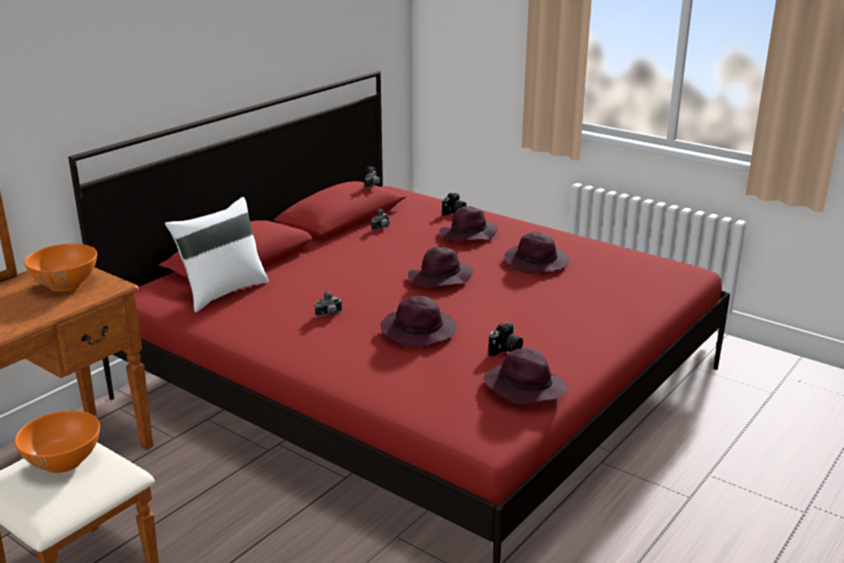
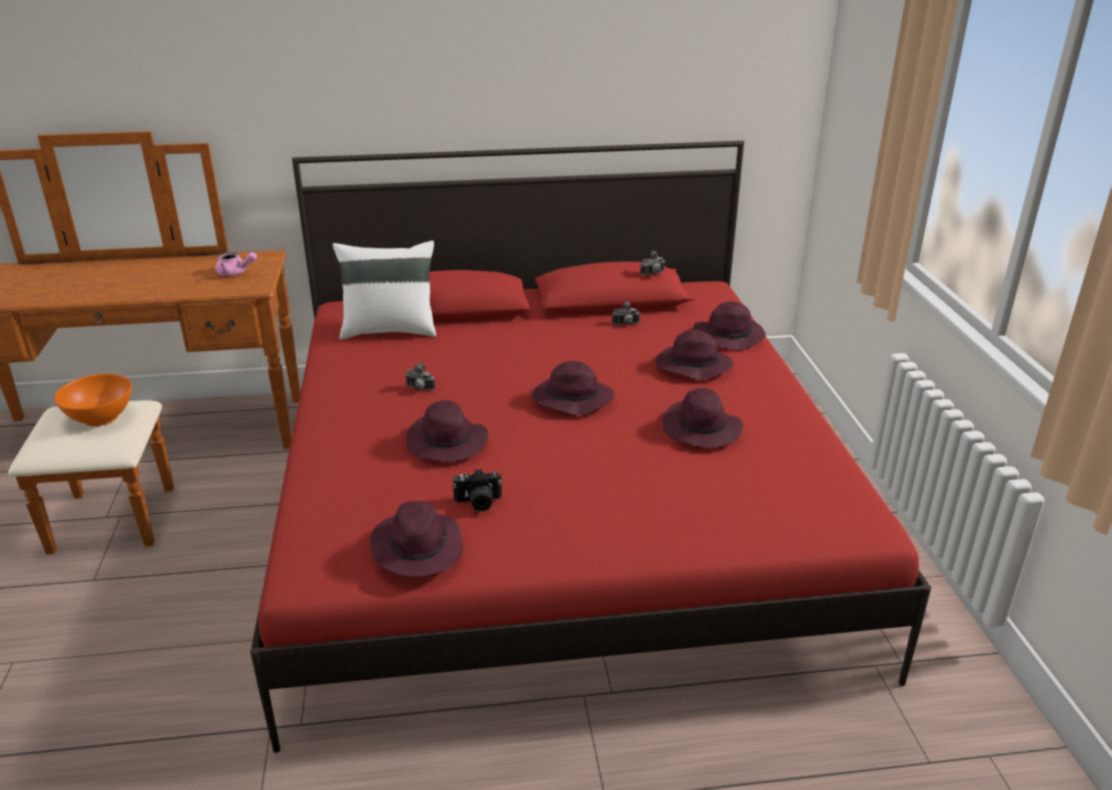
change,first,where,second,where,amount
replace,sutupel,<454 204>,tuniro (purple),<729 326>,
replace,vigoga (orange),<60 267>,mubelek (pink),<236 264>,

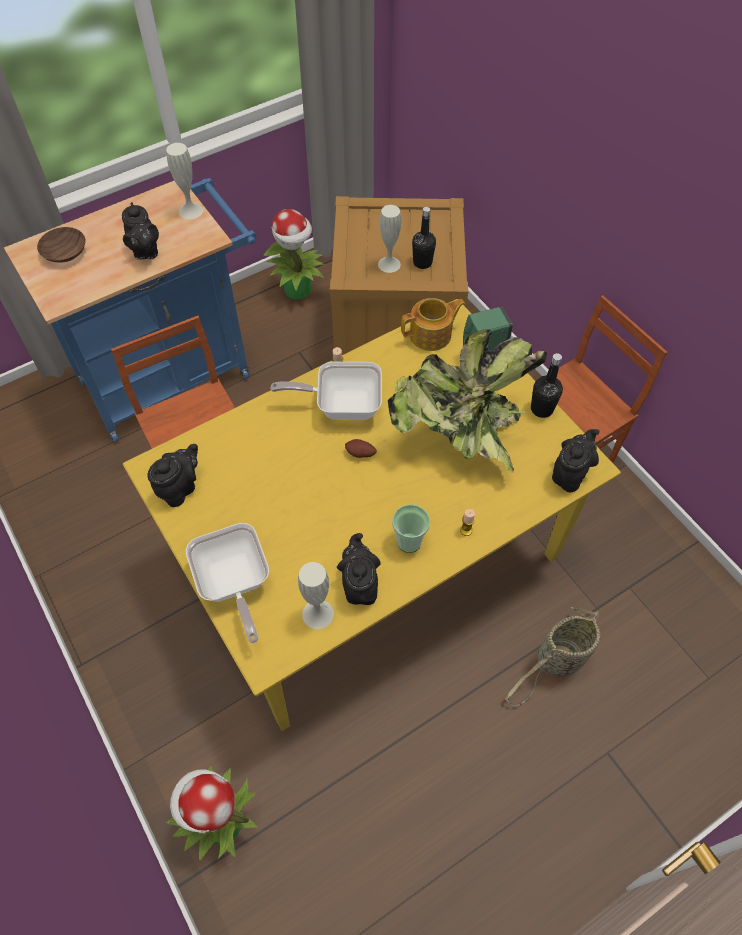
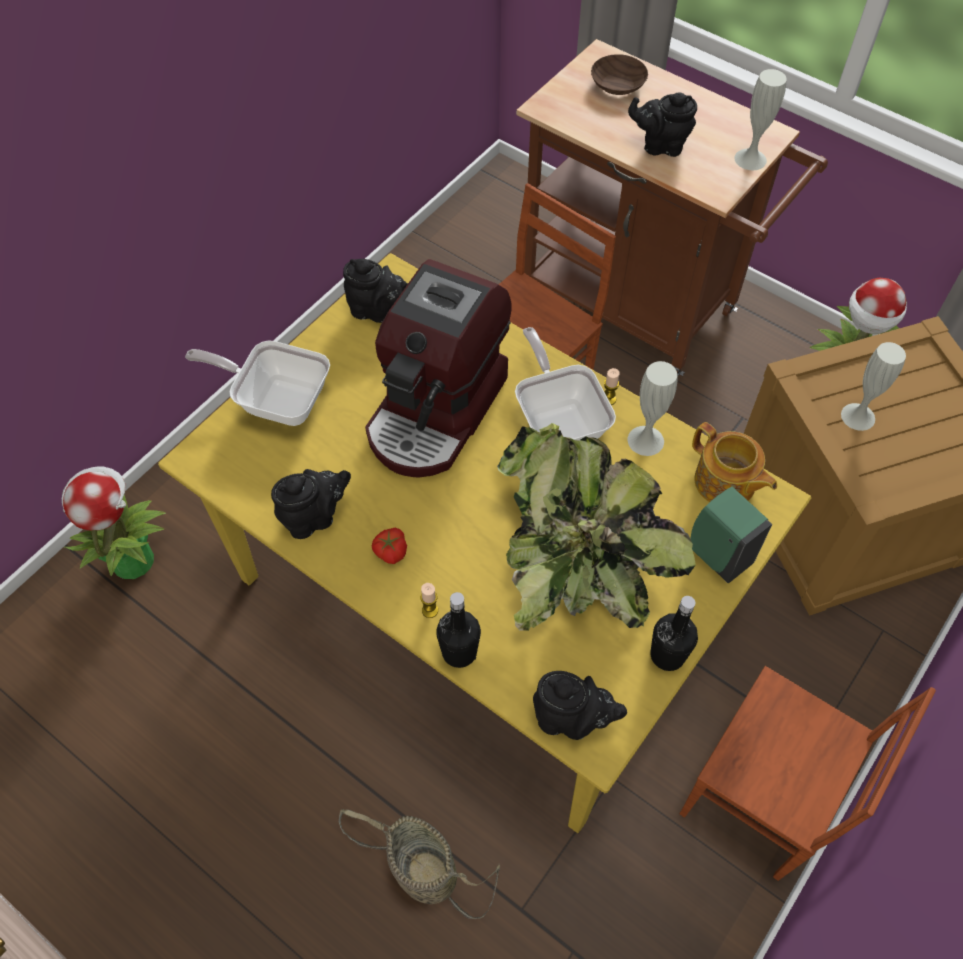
change,first,where,second,where,amount
recolor,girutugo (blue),<130 310>,girutugo (brown),<672 207>,
rotate,mubelek (black),<140 231>,,<662 124>,45 degrees clockwise
move,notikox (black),<424 238>,,<458 630>,
delete,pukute,<361 448>,,,
replace,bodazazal,<411 528>,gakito,<389 546>,
rotate,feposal,<227 583>,,<257 383>,60 degrees clockwise
move,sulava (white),<316 595>,,<653 408>,
insert,,,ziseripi,<438 368>,

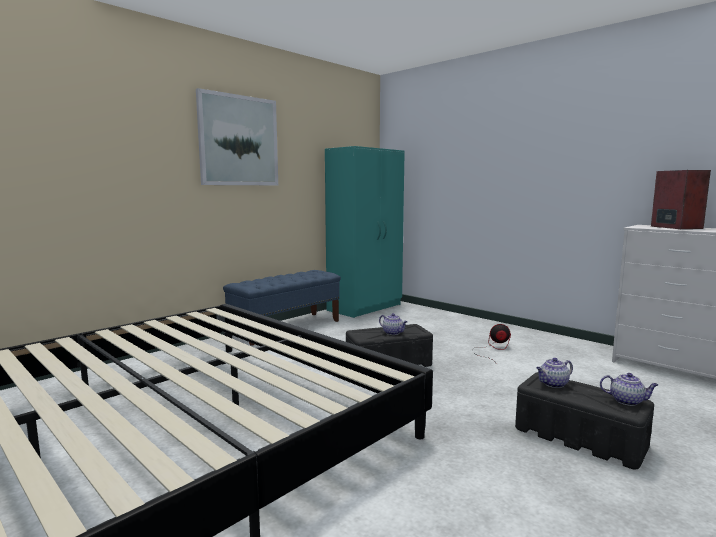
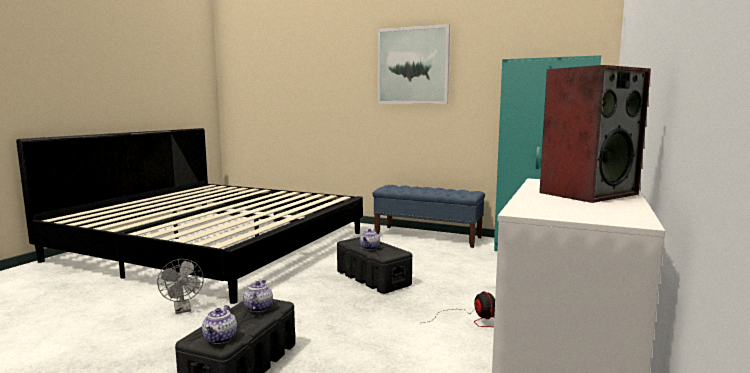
change,first,where,second,where,amount
rotate,mubelek,<554 373>,,<258 296>,45 degrees clockwise
insert,,,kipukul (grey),<180 286>,

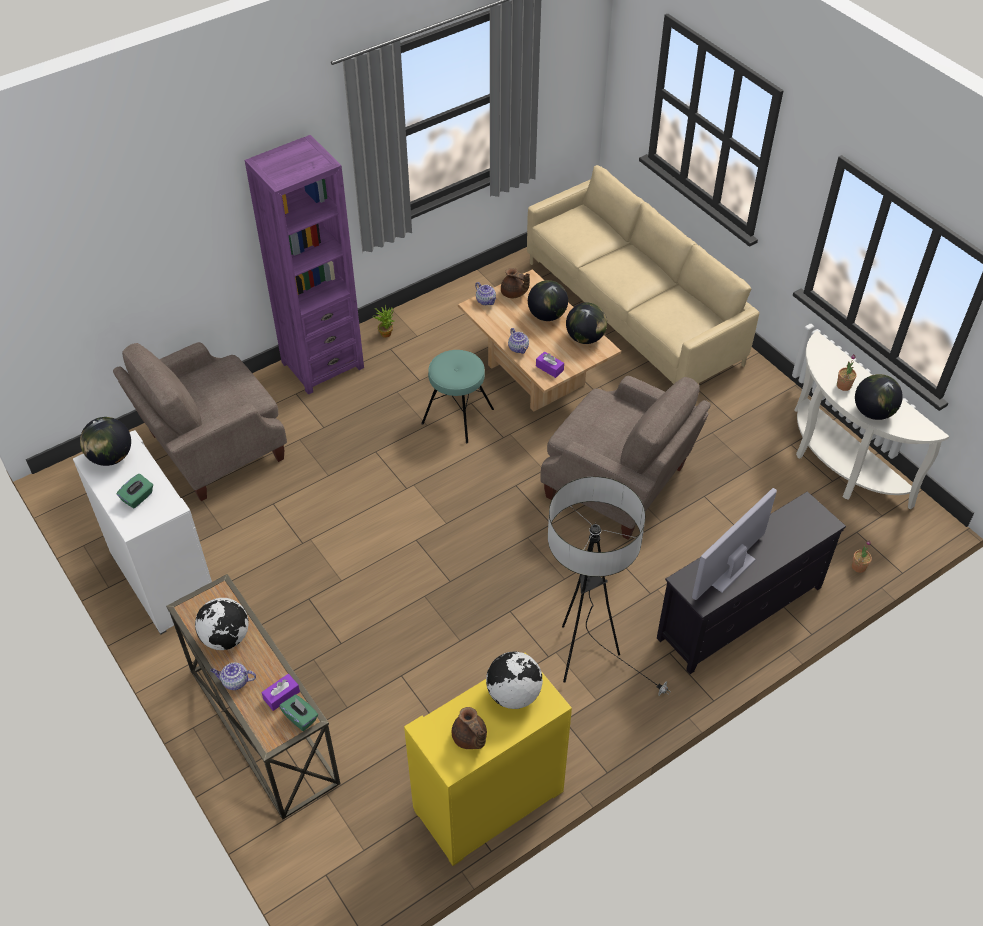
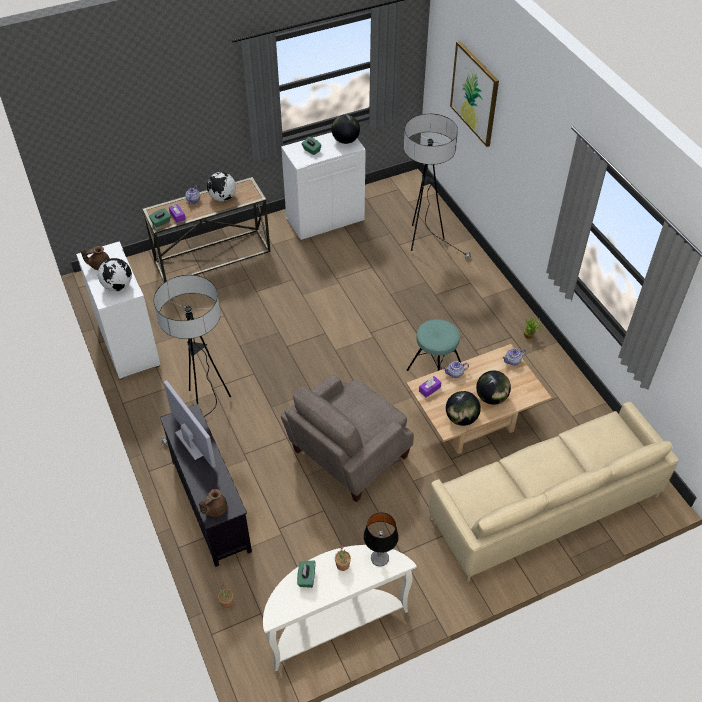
change,first,where,second,where,amount
delete,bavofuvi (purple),<304 265>,,,
move,mubelek (brown),<515 283>,,<213 503>,
replace,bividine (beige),<200 421>,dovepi,<438 187>,
replace,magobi,<879 397>,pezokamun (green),<306 574>,
recolor,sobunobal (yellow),<488 759>,sobunobal (white),<118 311>,
insert,,,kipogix,<474 94>,
insert,,,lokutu,<381 539>,

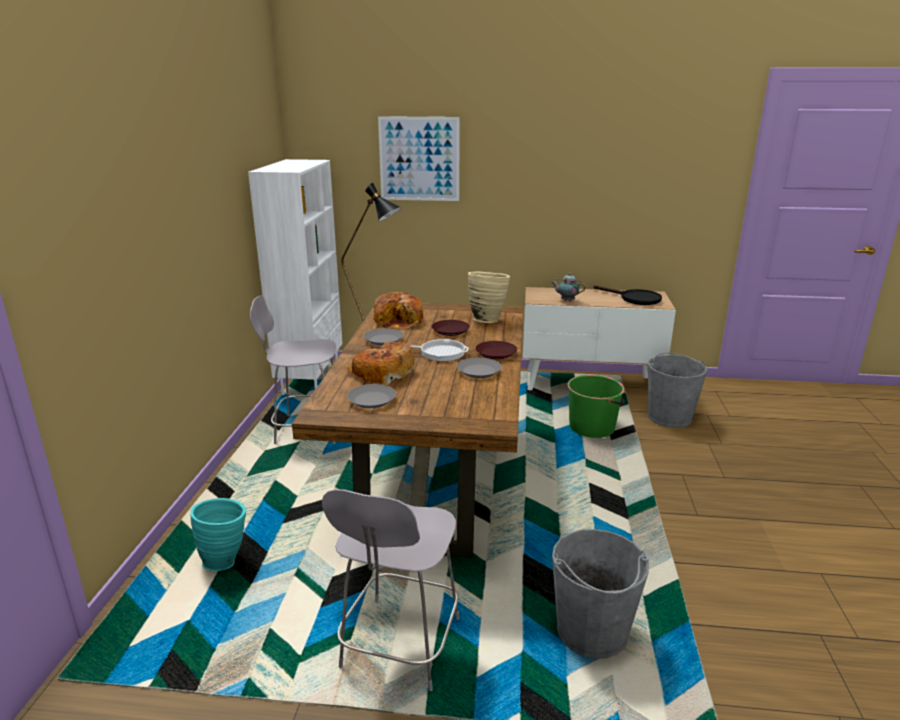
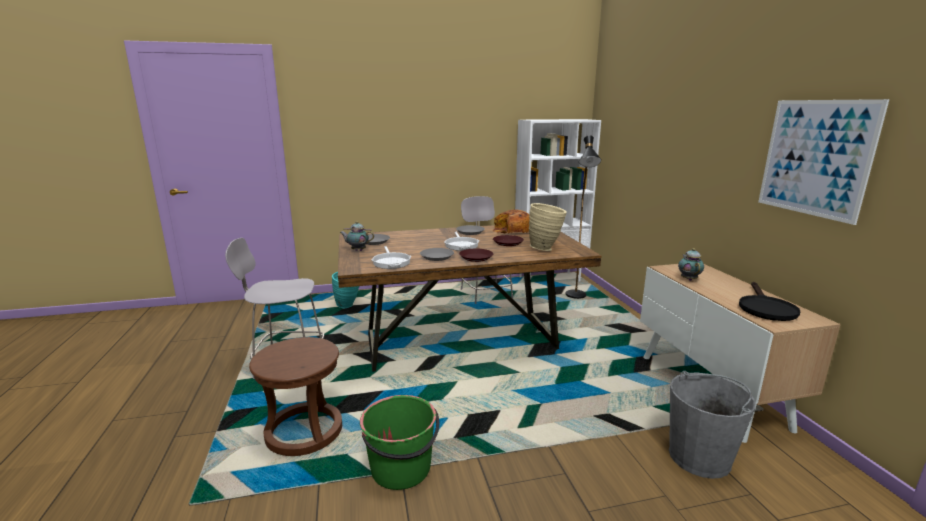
change,first,where,second,where,amount
move,kipogix,<419 158>,,<823 162>,
delete,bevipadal,<380 363>,,,
move,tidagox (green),<596 406>,,<399 442>,
replace,tidagox (grey),<600 594>,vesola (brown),<295 396>,
insert,,,mubelek,<357 236>,
insert,,,feposal,<391 257>,

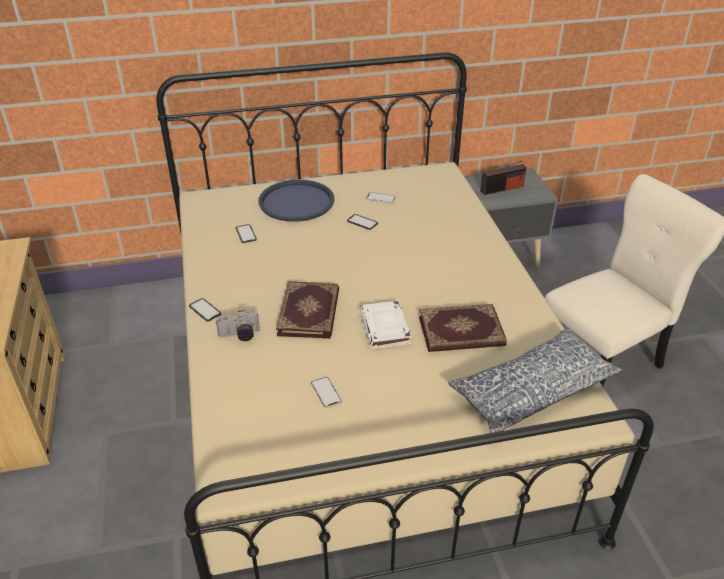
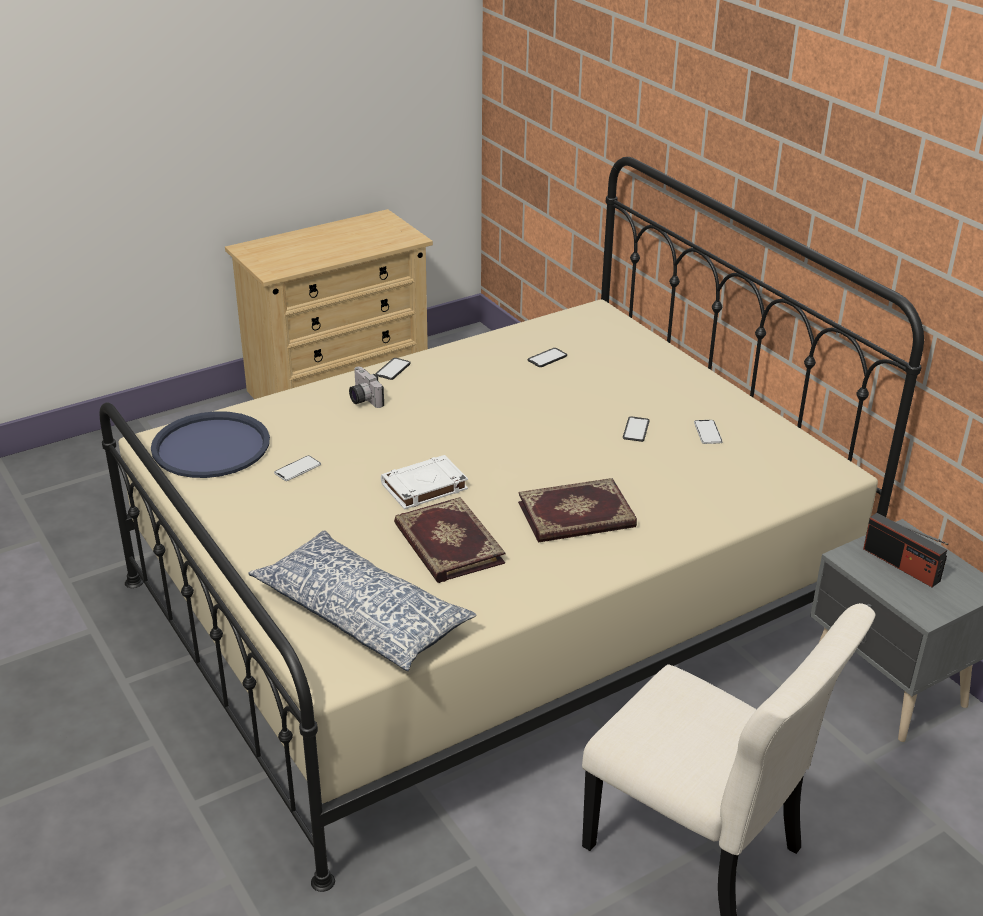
change,first,where,second,where,amount
move,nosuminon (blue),<297 201>,,<210 444>,
move,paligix,<307 310>,,<577 510>,

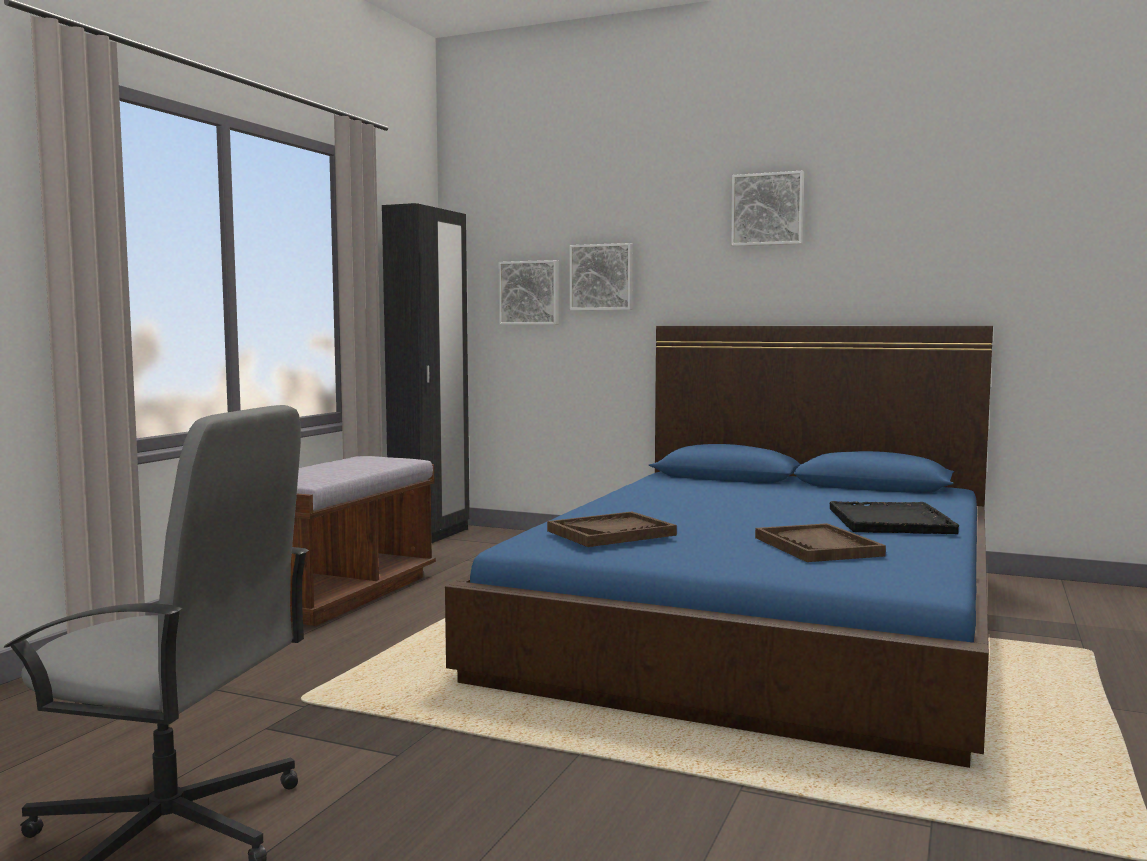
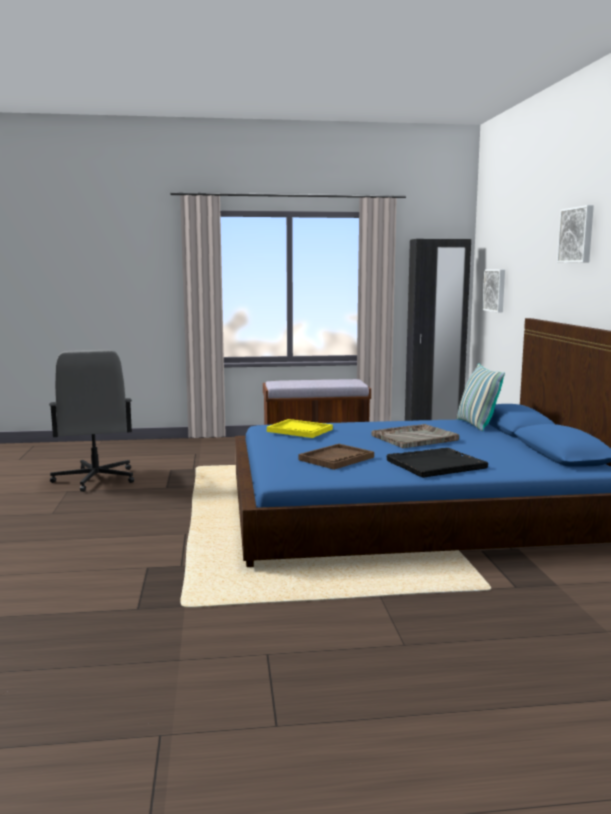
change,first,where,second,where,amount
delete,kipogix,<601 276>,,,
recolor,nosuminon (brown),<612 529>,nosuminon (yellow),<300 428>,
insert,,,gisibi,<481 397>,
insert,,,nosuminon (grey),<415 436>,

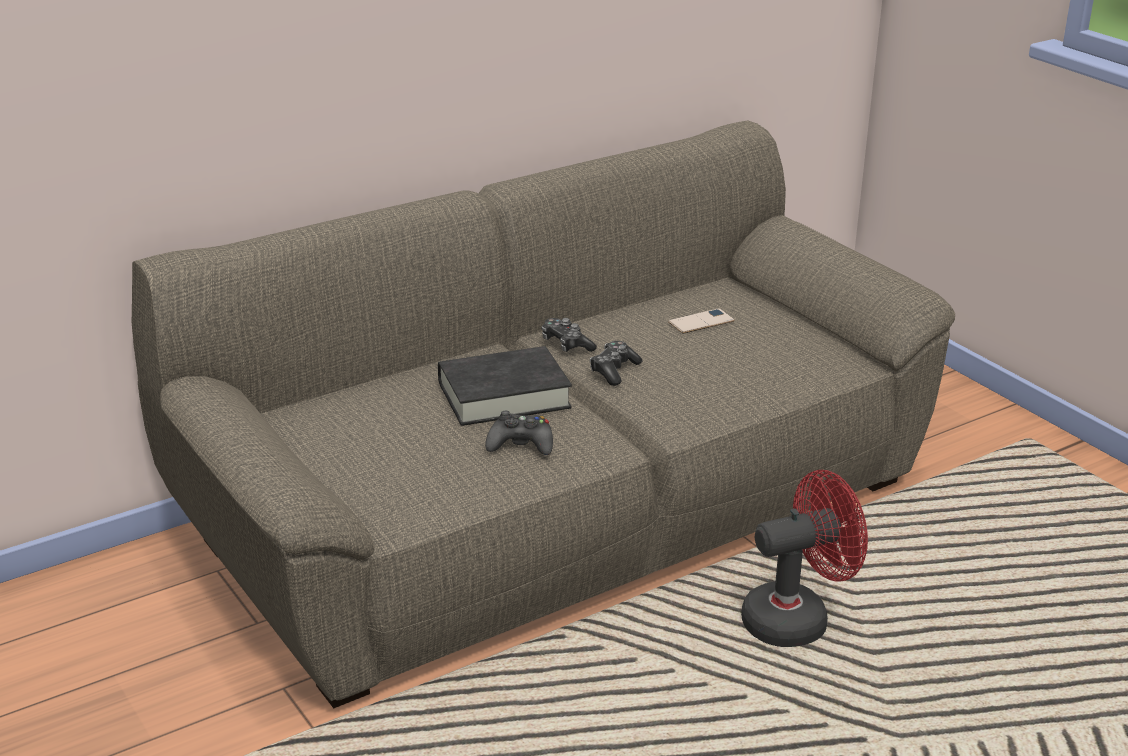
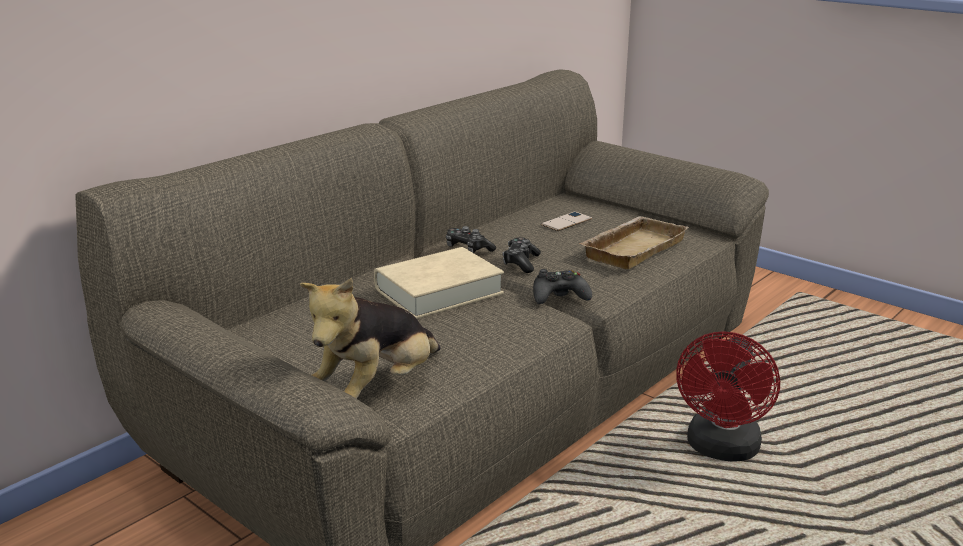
change,first,where,second,where,amount
recolor,paligix (black),<505 386>,paligix (beige),<439 283>,
move,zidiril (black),<519 433>,,<562 286>,
rotate,kipukul (red),<804 558>,,<728 396>,150 degrees clockwise
insert,,,nosuminon (beige),<634 242>,
insert,,,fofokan,<370 338>,

